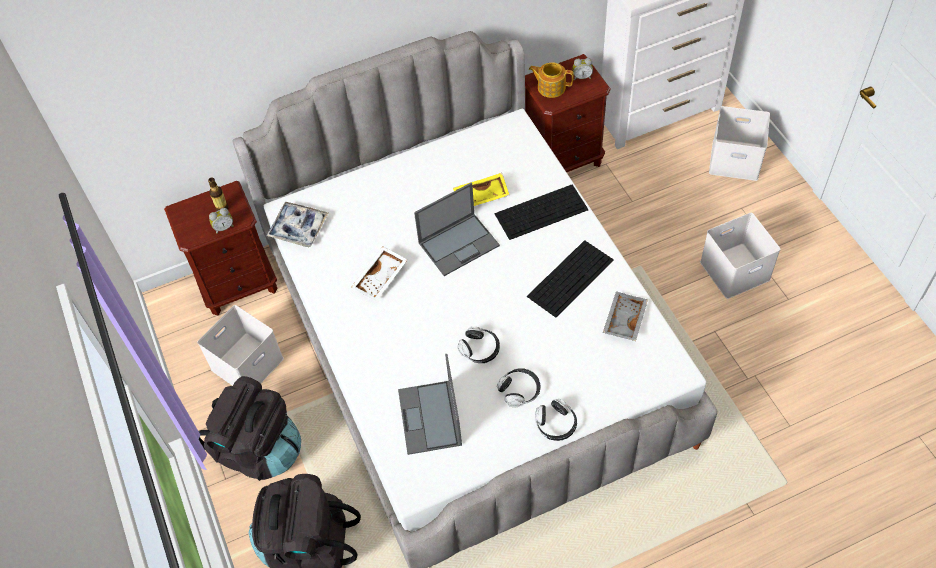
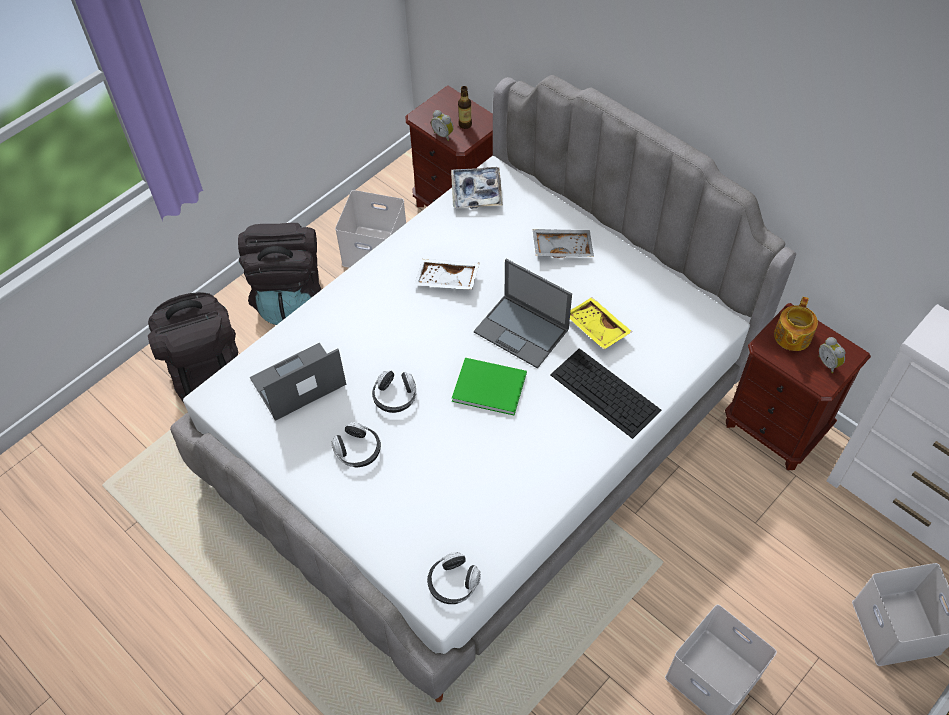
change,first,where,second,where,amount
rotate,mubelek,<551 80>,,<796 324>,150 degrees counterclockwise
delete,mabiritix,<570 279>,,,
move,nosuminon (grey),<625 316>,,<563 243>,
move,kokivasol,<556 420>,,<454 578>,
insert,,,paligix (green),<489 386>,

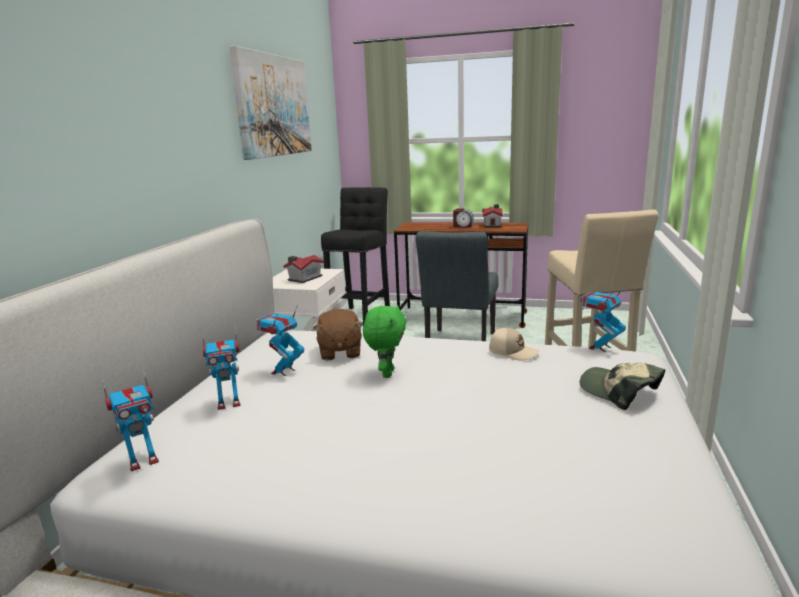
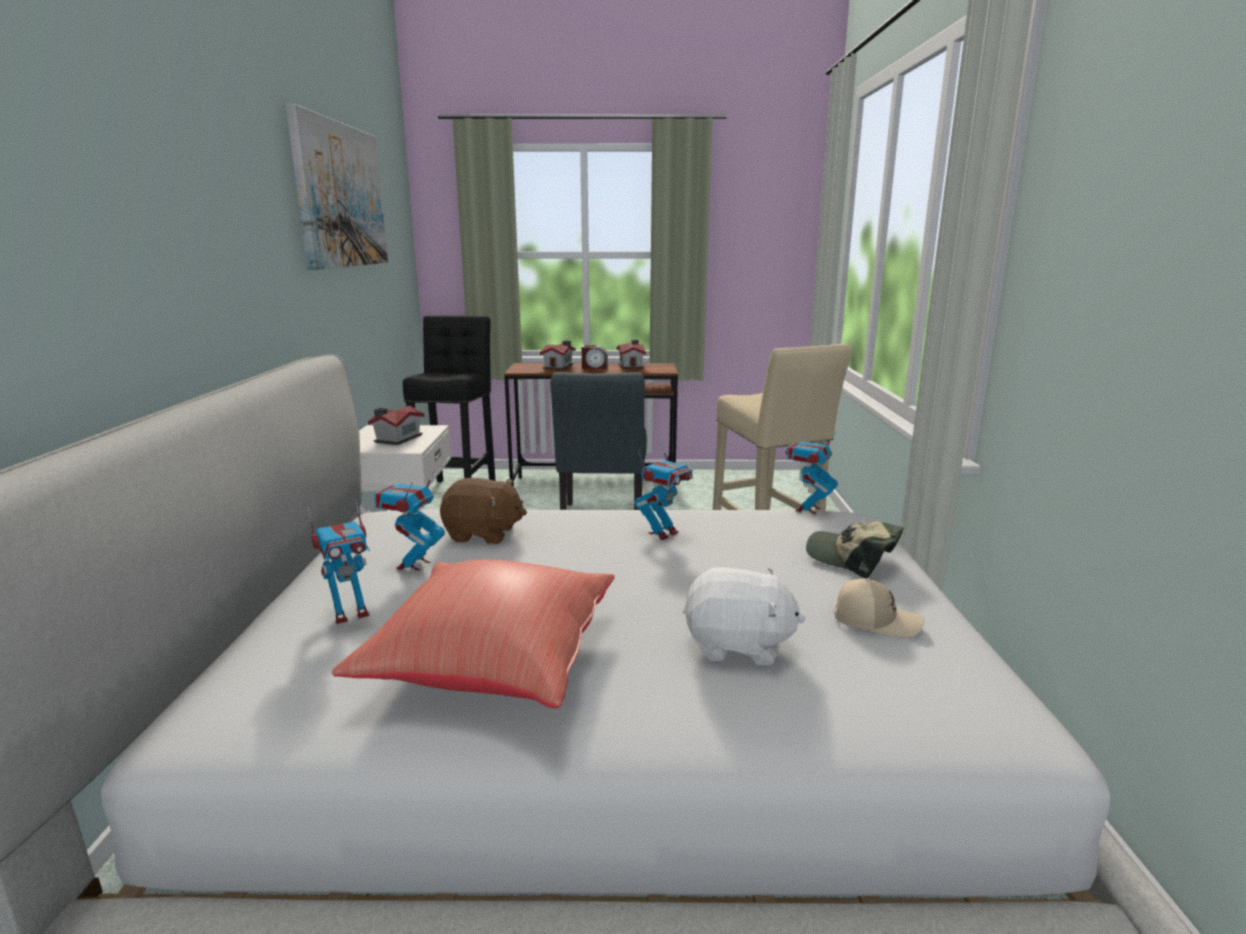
change,first,where,second,where,amount
delete,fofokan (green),<385 341>,,,
rotate,fofokan (brown),<338 335>,,<483 511>,60 degrees counterclockwise
move,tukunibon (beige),<514 343>,,<879 608>,
move,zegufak,<130 419>,,<663 491>,
insert,,,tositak,<557 355>,
insert,,,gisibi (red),<473 634>,
insert,,,fofokan (white),<744 616>,

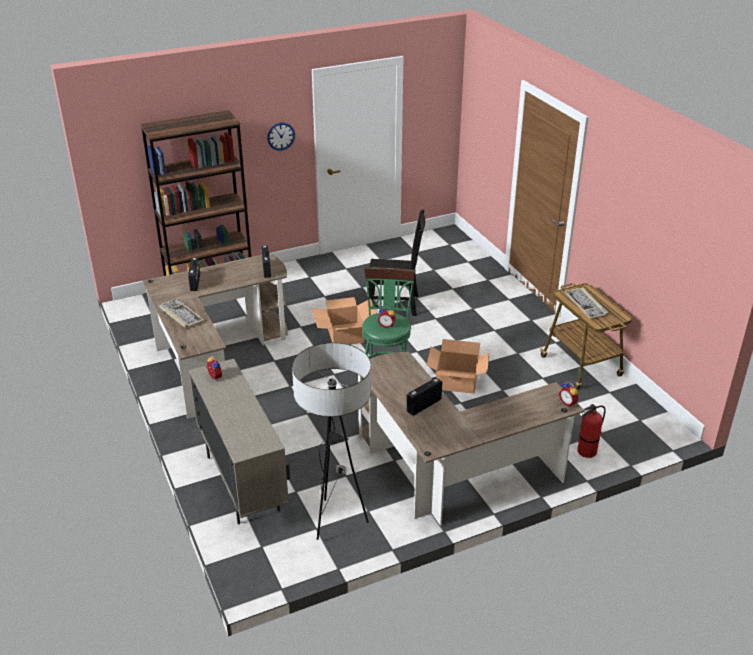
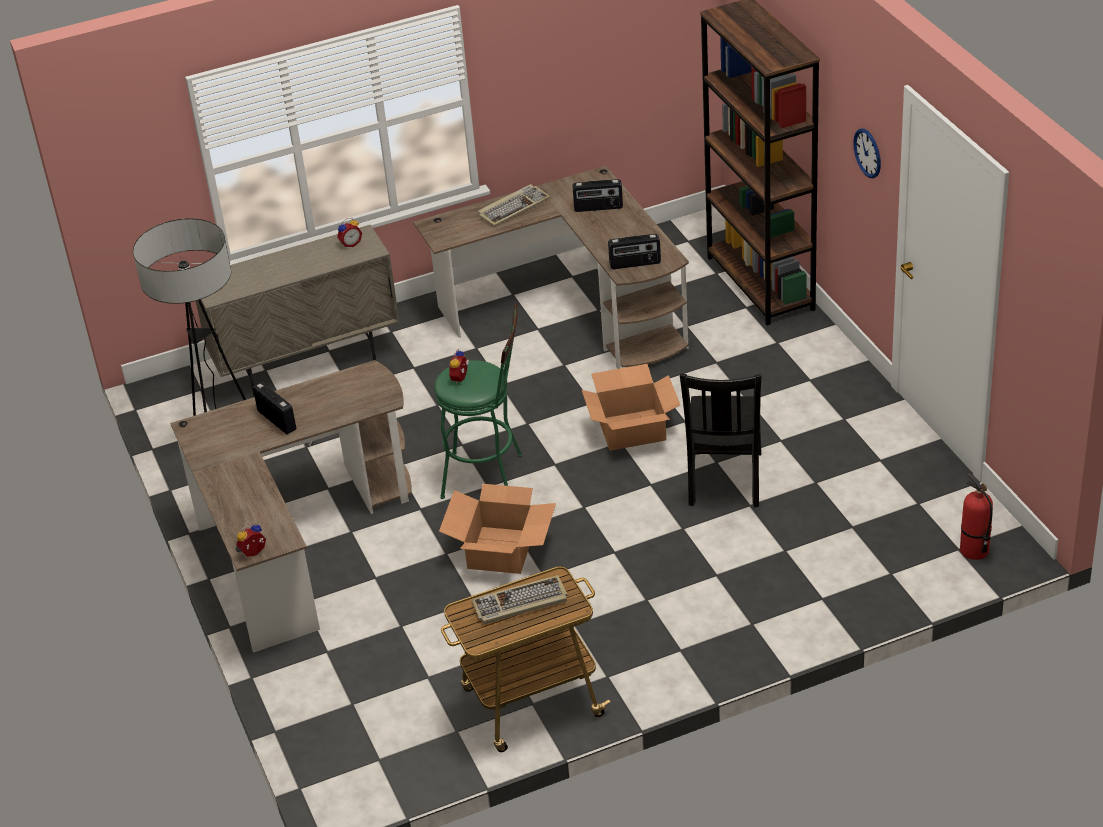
change,first,where,second,where,amount
move,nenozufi,<592 431>,,<976 517>,

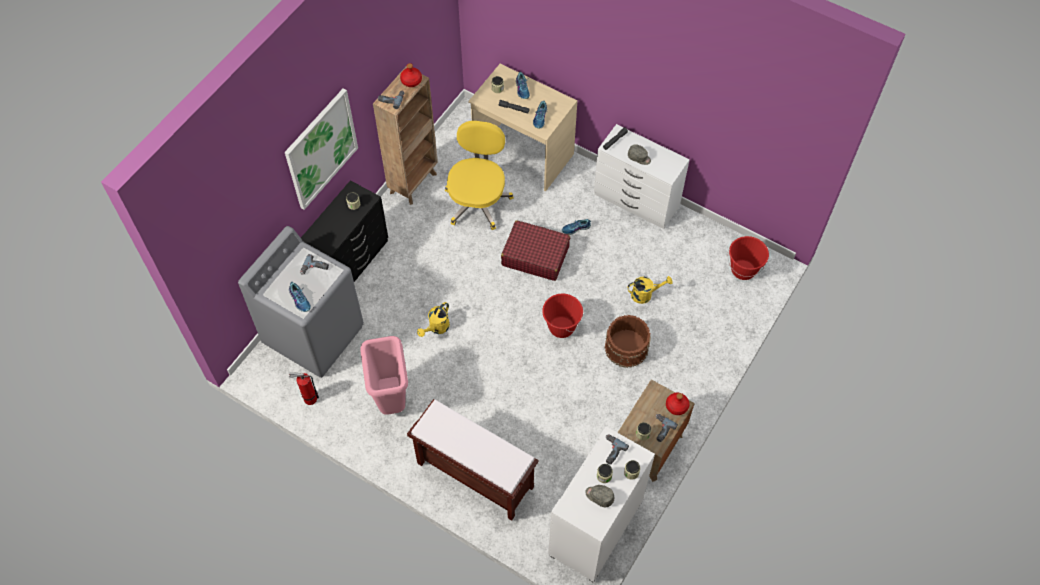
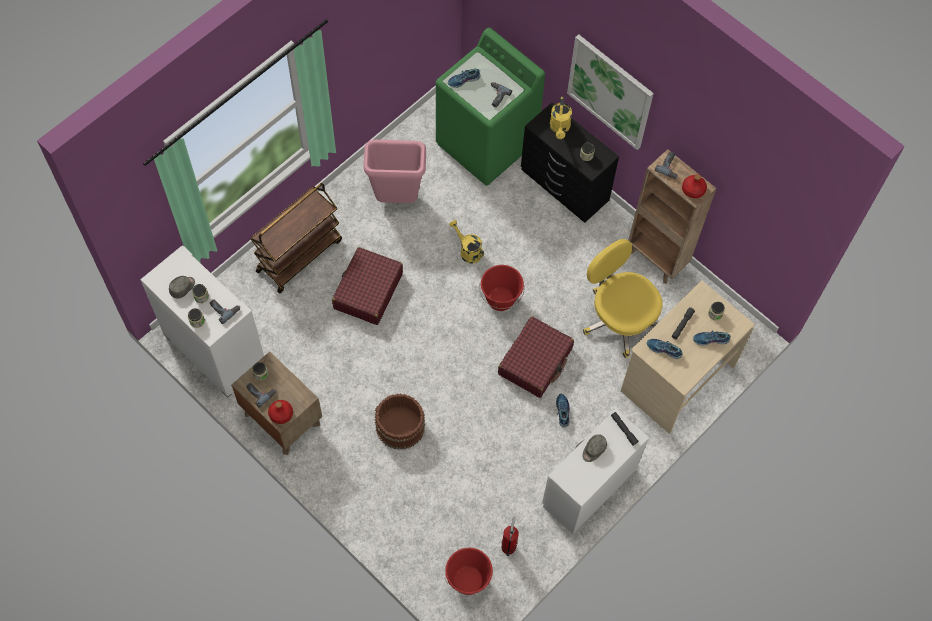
change,first,where,second,where,amount
rotate,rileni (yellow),<479 175>,,<622 298>,150 degrees counterclockwise
recolor,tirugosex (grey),<301 302>,tirugosex (green),<490 107>,
move,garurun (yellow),<650 290>,,<561 118>,
move,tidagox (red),<562 316>,,<502 288>,
move,nenozufi,<304 388>,,<510 536>,
replace,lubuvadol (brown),<473 459>,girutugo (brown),<296 238>,
insert,,,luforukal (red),<367 286>,

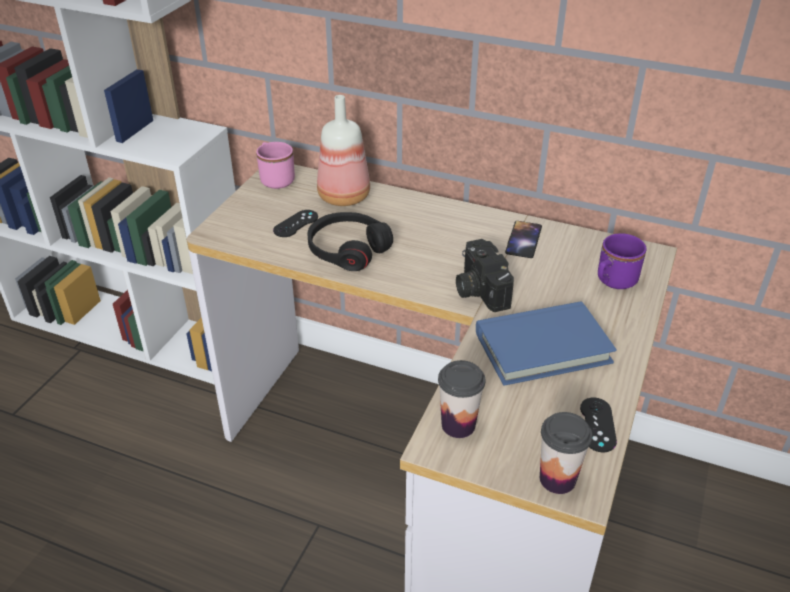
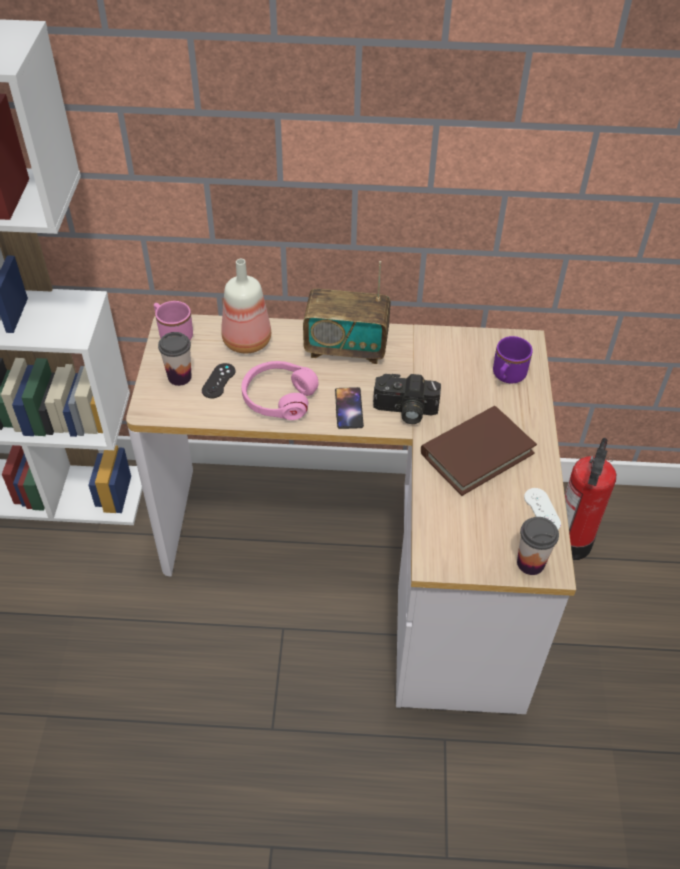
change,first,where,second,where,amount
recolor,kokivasol (black),<350 241>,kokivasol (pink),<279 390>,
move,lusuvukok,<523 239>,,<349 408>,
rotate,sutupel,<485 275>,,<407 399>,45 degrees counterclockwise
recolor,paligix (blue),<546 343>,paligix (brown),<479 451>,
move,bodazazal,<461 399>,,<175 359>,
recolor,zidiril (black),<598 425>,zidiril (white),<542 509>,
insert,,,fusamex,<347 312>,
insert,,,nenozufi,<590 499>,

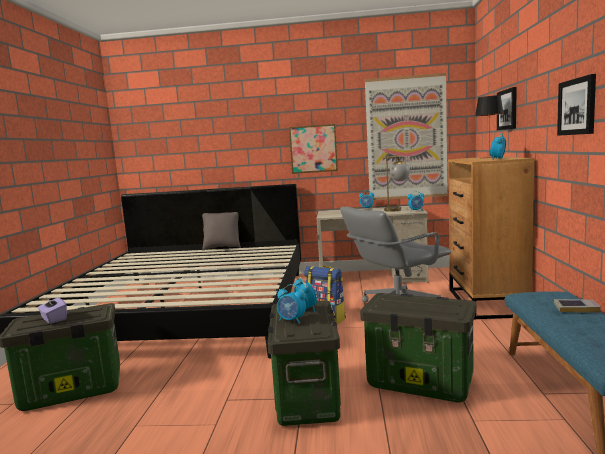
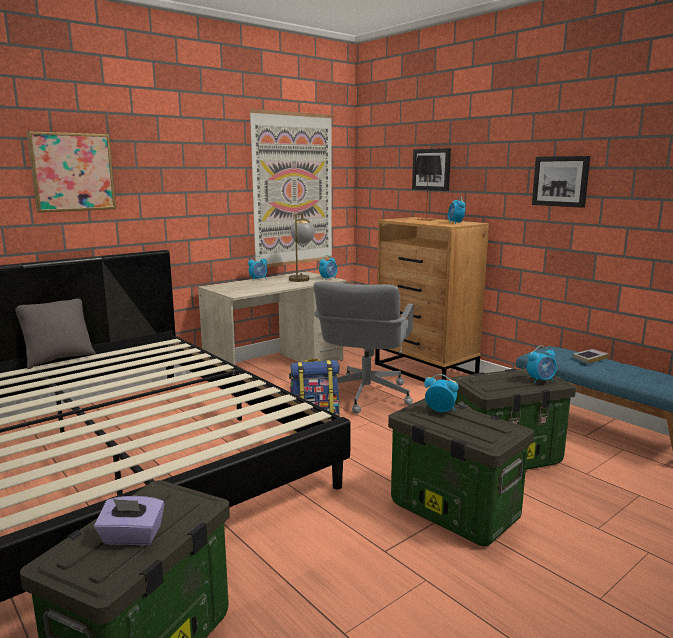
change,first,where,second,where,amount
move,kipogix,<313 149>,,<71 172>,
move,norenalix,<291 303>,,<542 364>,

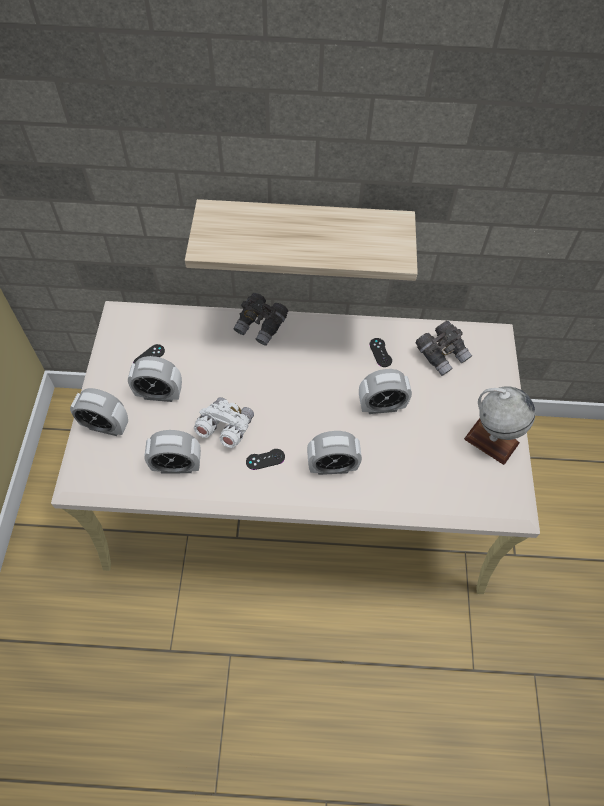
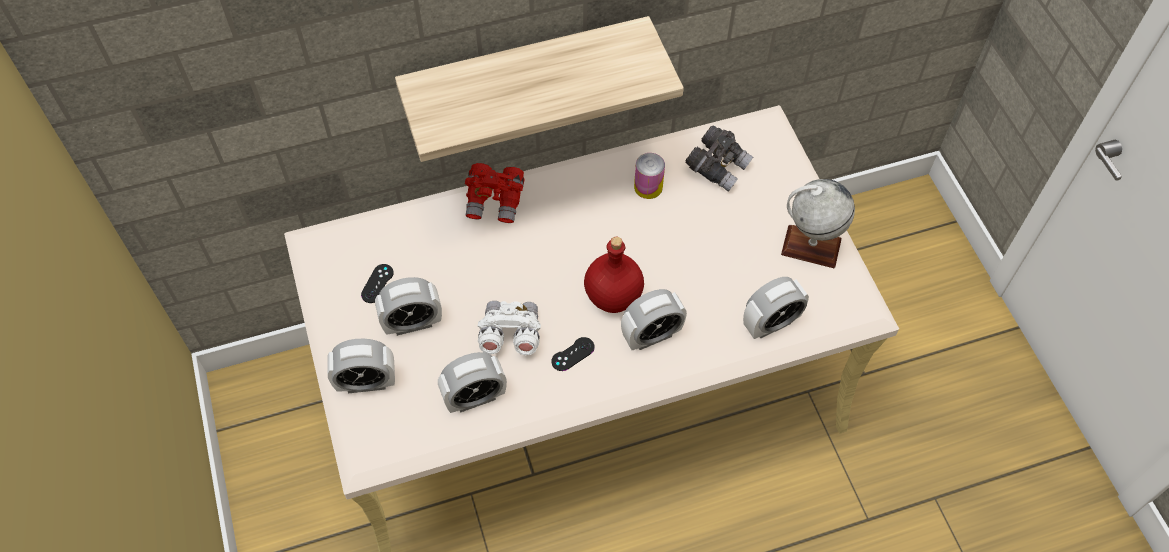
change,first,where,second,where,amount
recolor,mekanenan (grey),<260 319>,mekanenan (red),<495 193>,
replace,zidiril (black),<380 352>,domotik,<649 176>,
move,norenalix,<385 391>,,<776 308>,
insert,,,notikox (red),<614 275>,

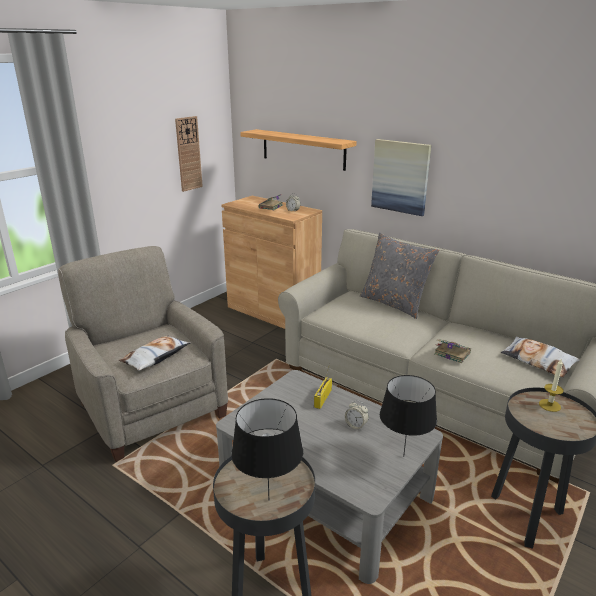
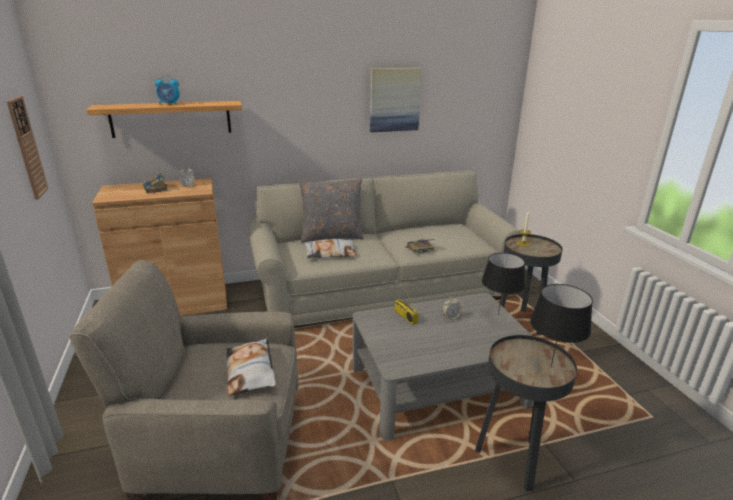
change,first,where,second,where,amount
move,kipogix,<401 177>,,<396 100>,
move,gisibi,<540 356>,,<330 248>,
insert,,,norenalix,<167 90>,

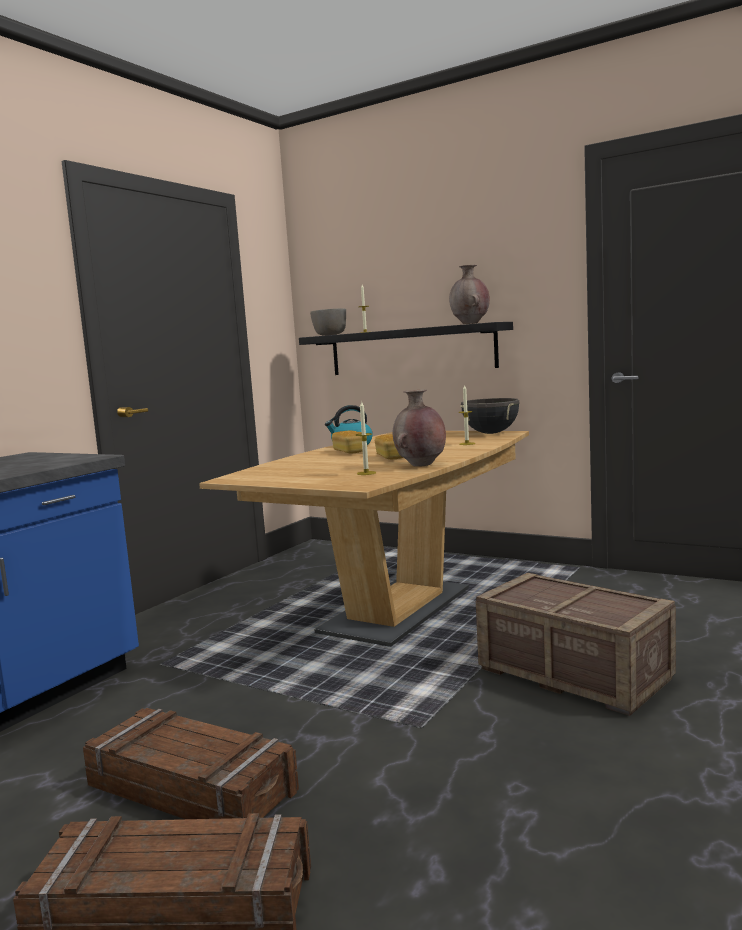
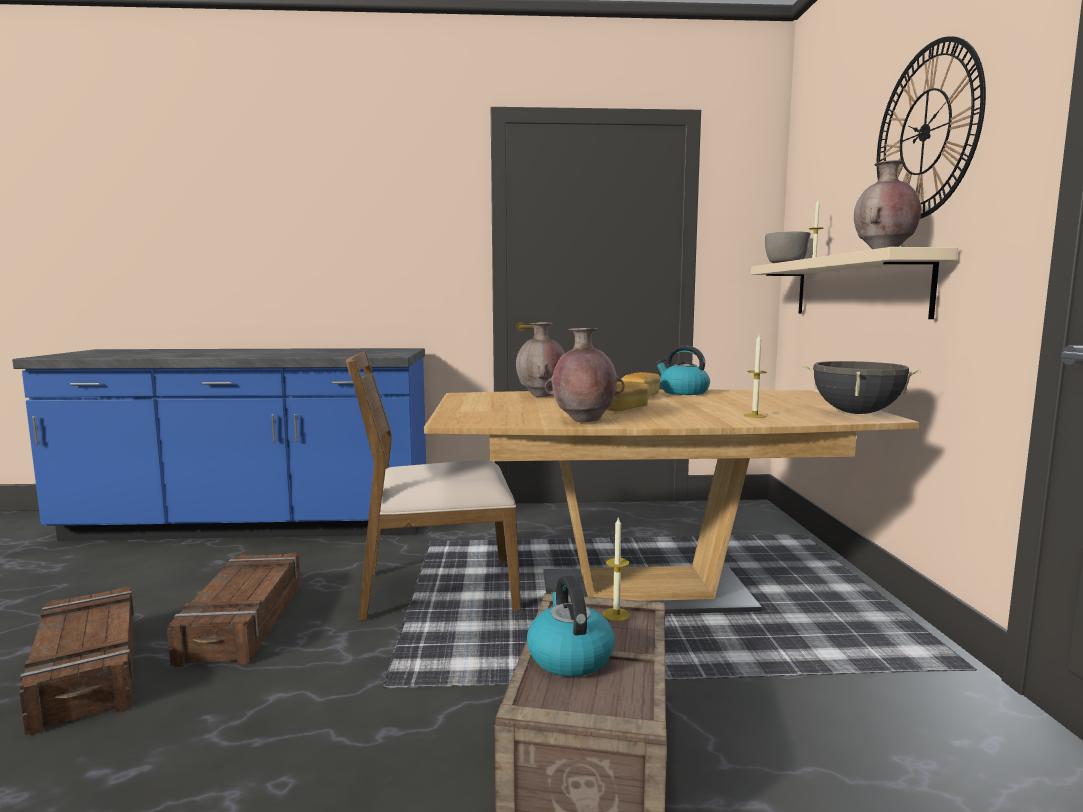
change,first,where,second,where,amount
recolor,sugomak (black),<406 348>,sugomak (beige),<854 283>,
move,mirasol,<366 438>,,<616 568>,
insert,,,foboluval,<931 127>,
insert,,,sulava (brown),<540 359>,
insert,,,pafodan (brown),<433 486>,
insert,,,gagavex,<571 626>,

